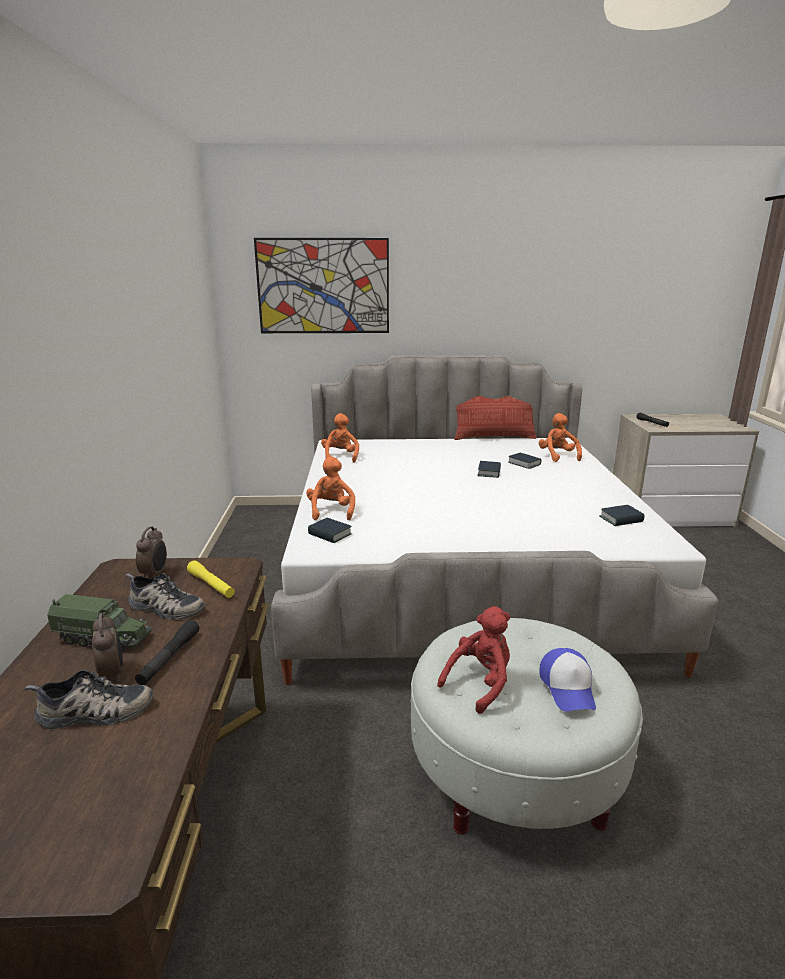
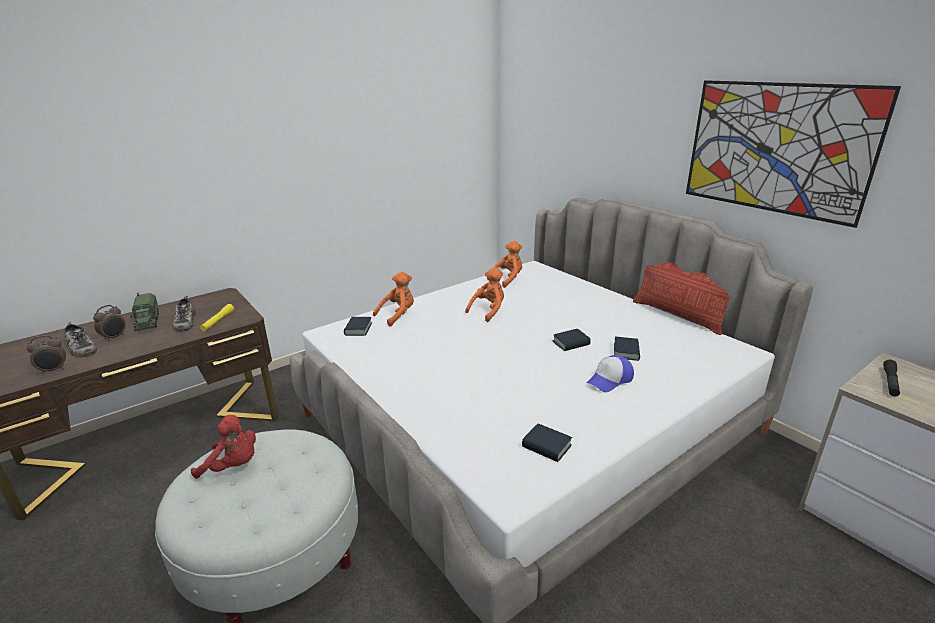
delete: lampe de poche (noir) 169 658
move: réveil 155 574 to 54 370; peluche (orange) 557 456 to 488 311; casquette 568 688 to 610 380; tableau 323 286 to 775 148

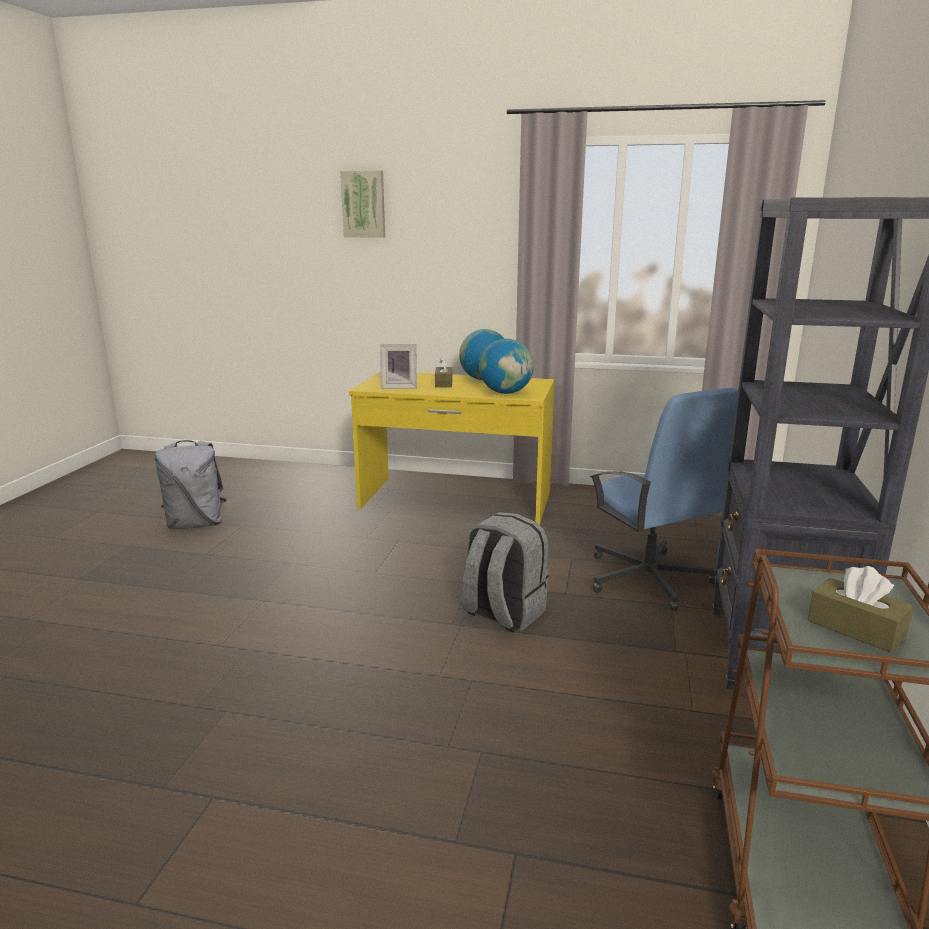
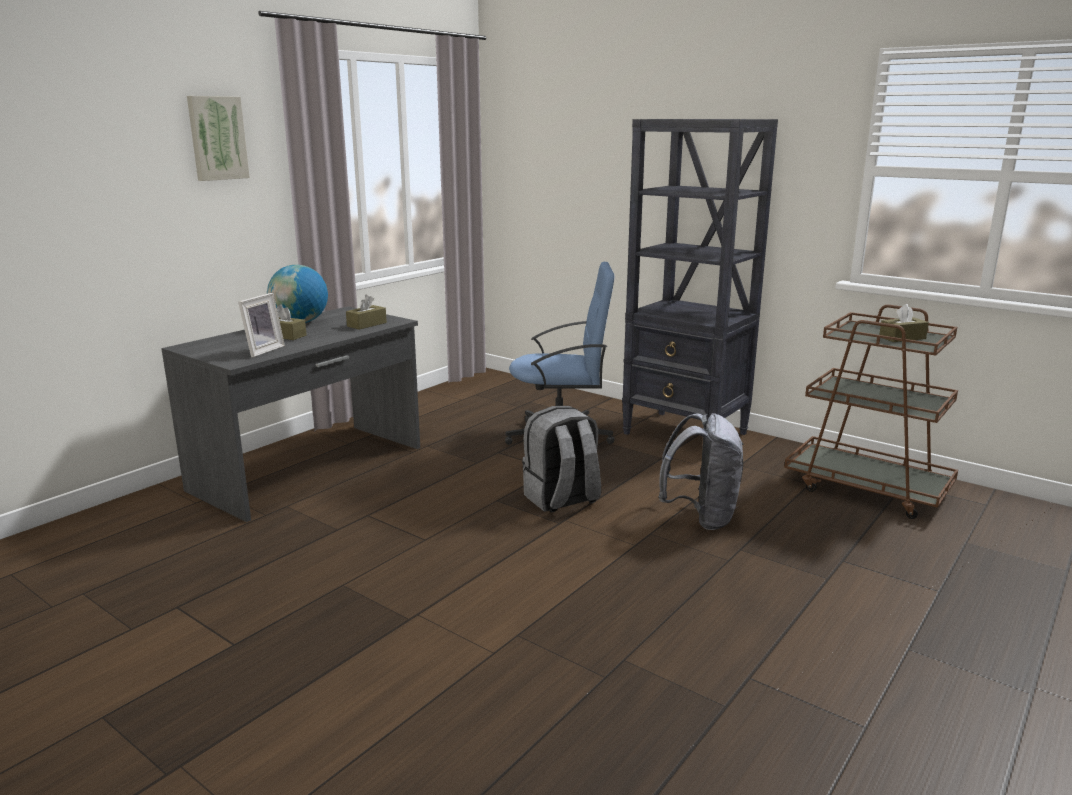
move: tableau 364 204 to 217 138; sac à dos (gris) 196 524 to 701 517
replace: globe 506 392 to boîte à mouchoirs (marron) 367 324
recolor: bureau (jaune) 455 500 to bureau (gris) 311 468

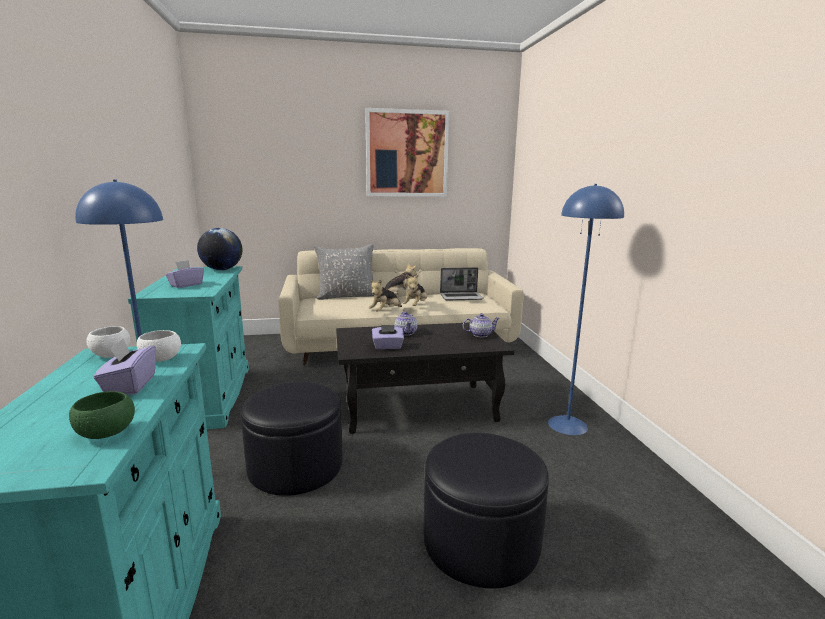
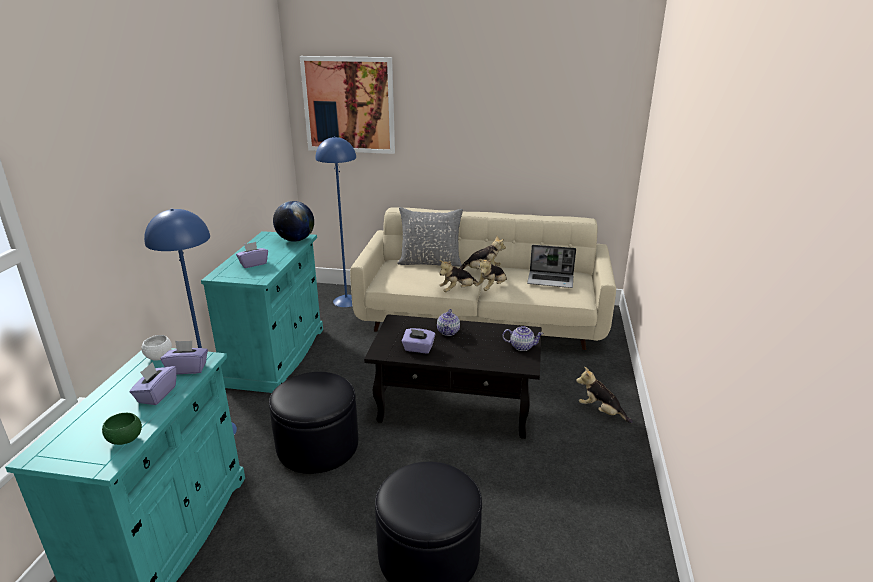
insert: peluche 601 412
move: tableau 407 154 to 349 105; lampadaire (bleu) 568 425 to 346 301
replace: bol (blanc) 161 359 to boîte à mouchoirs (violet) 188 368

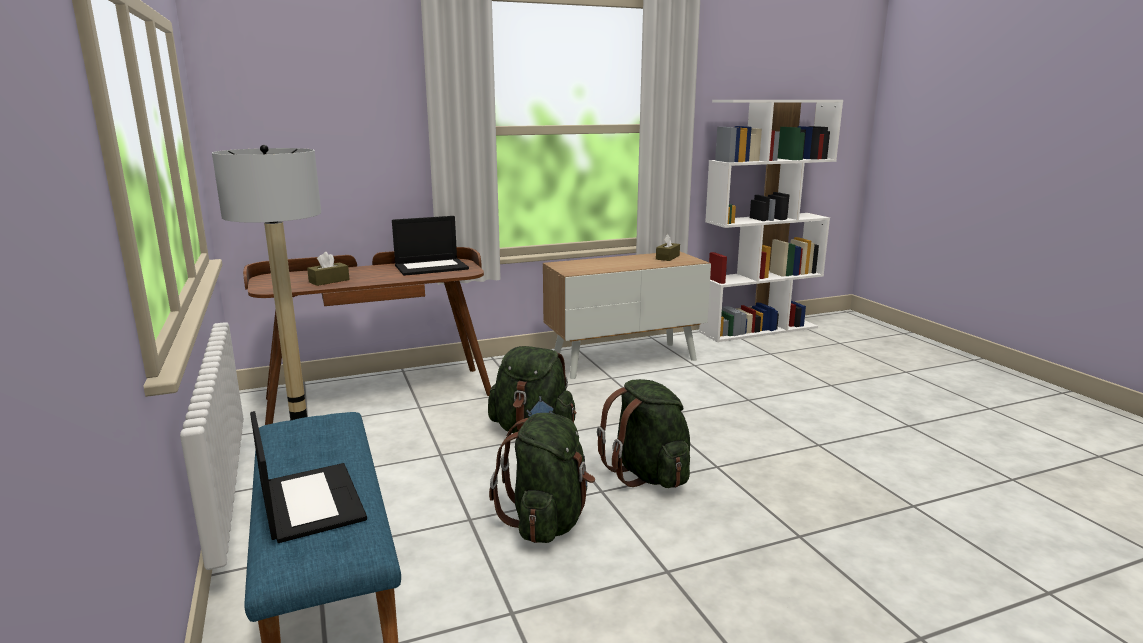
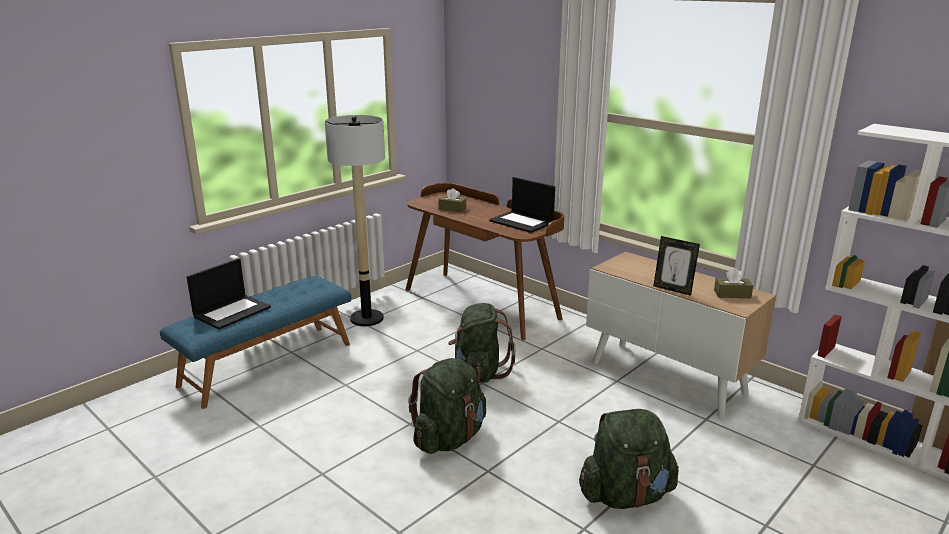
insert: cadre photo 673 289
move: sac à dos (vert) 547 521 to 626 495

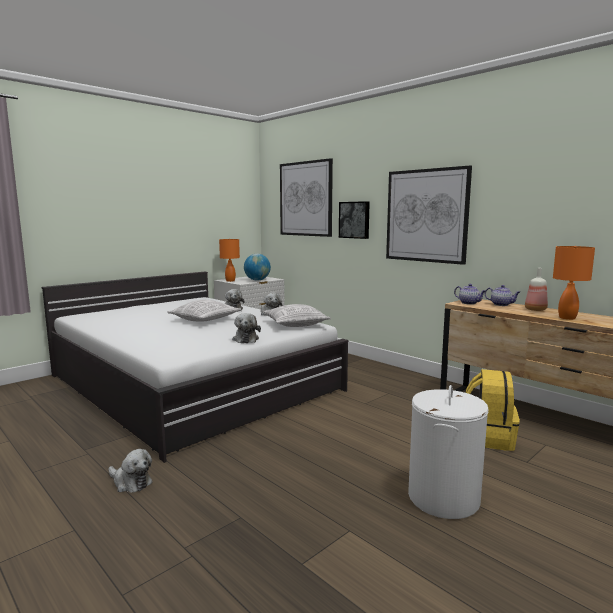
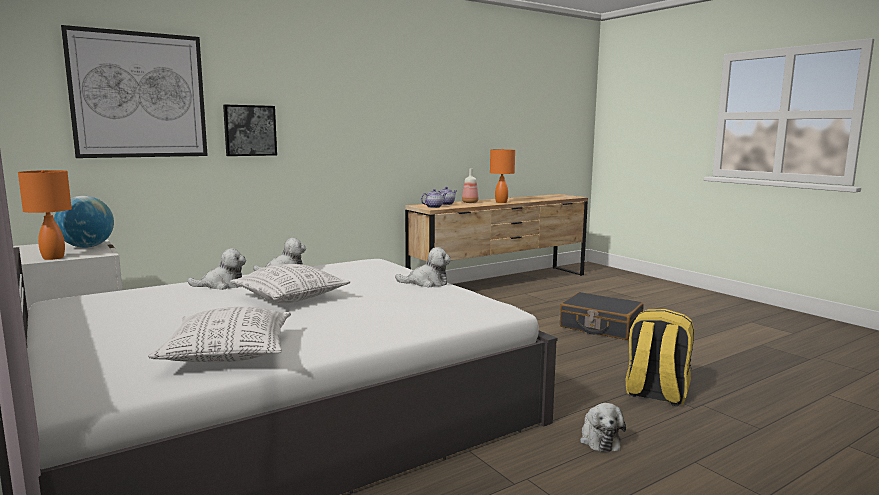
delete: tableau 426 215
move: coussin 296 324 to 229 353; sac à dos (jaune) 488 438 to 655 394
replace: panier à linge (blanc) 443 498 to valise (noir) 600 327
rotate: peluche 130 482 = 599 439 135 degrees clockwise

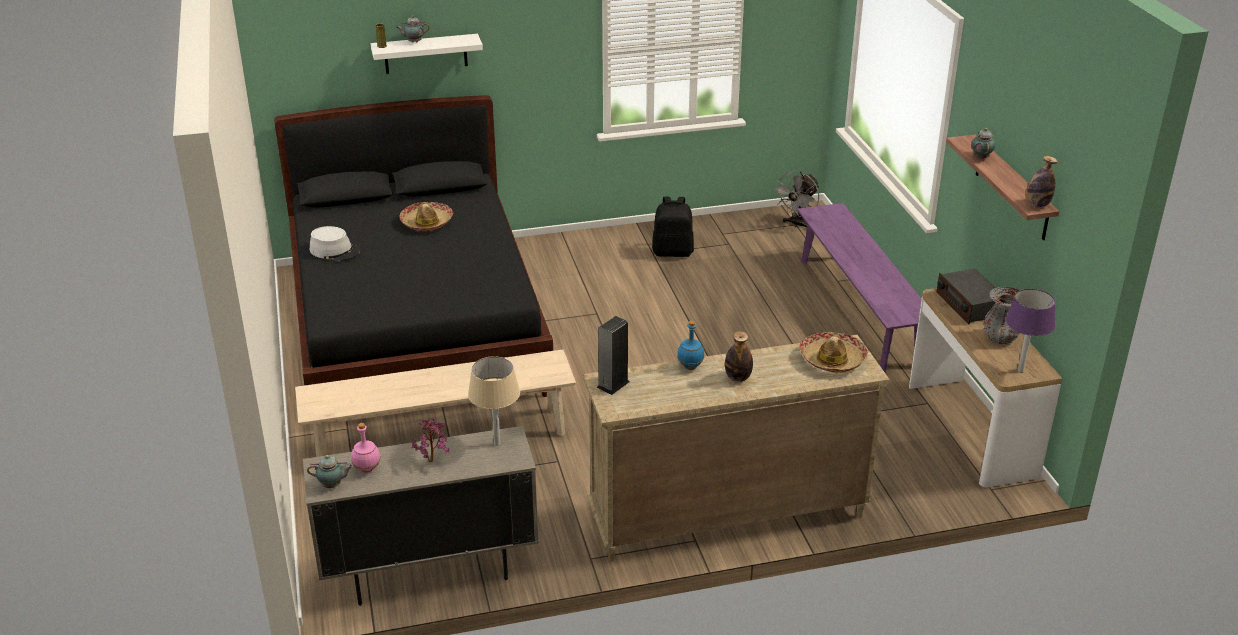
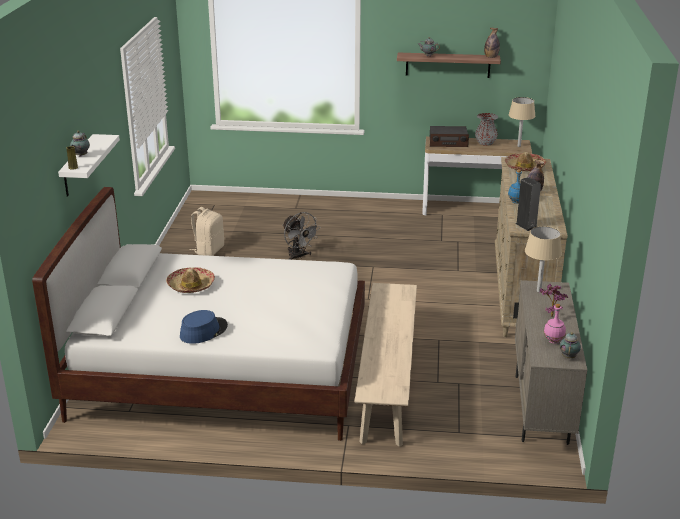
delete: banc (violet) 857 311
move: ventilateur (gris) 797 224 to 299 257
recolor: lit (noir) 416 327 to lit (blanc) 221 372; chapeau (gris) 335 251 to chapeau (bleu) 203 331; sac à dos (noir) 673 252 to sac à dos (beige) 208 251; lampe de table (violet) 1020 370 to lampe de table (beige) 519 146

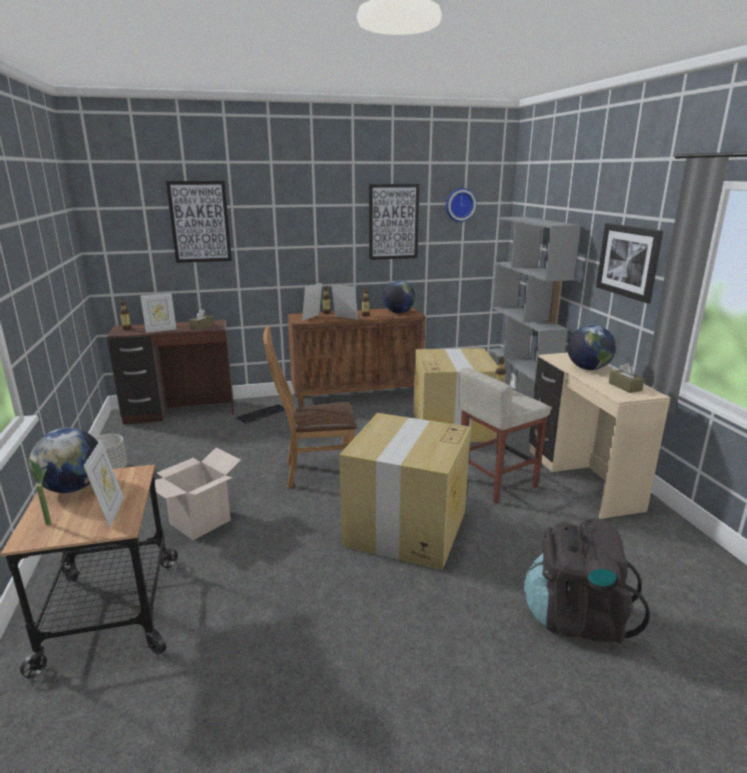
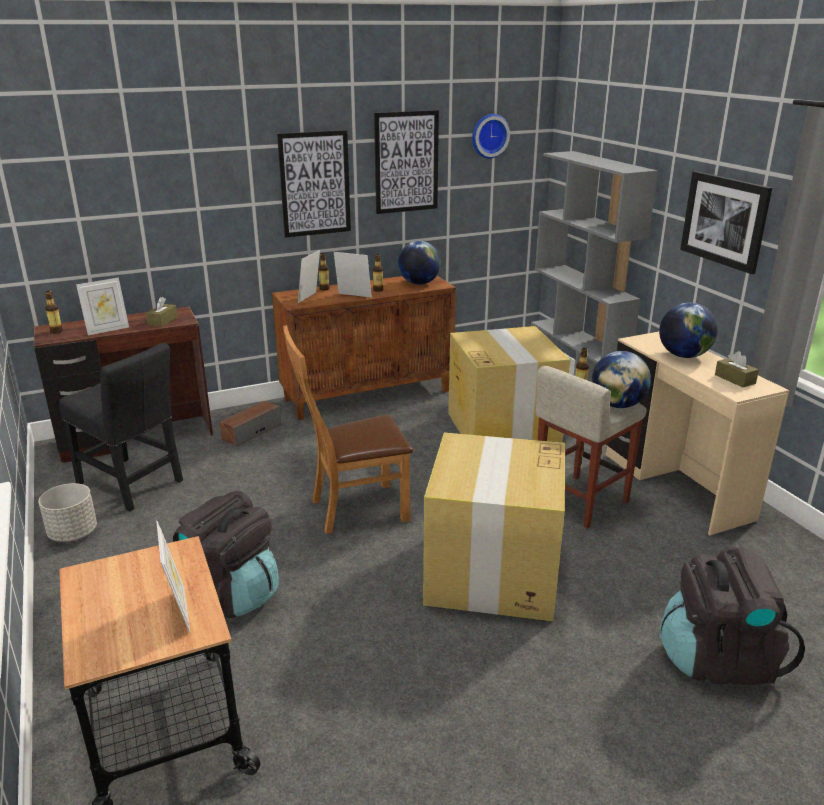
delete: plante en pot 48 521
insert: chaise (noir) 132 484
move: tableau 200 222 to 315 184; globe 73 488 to 617 405
replace: carton 200 522 to sac à dos (noir) 230 593; clavier 262 414 to enceinte 251 432

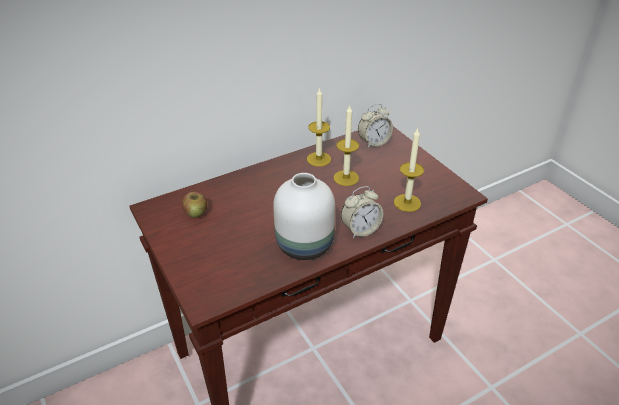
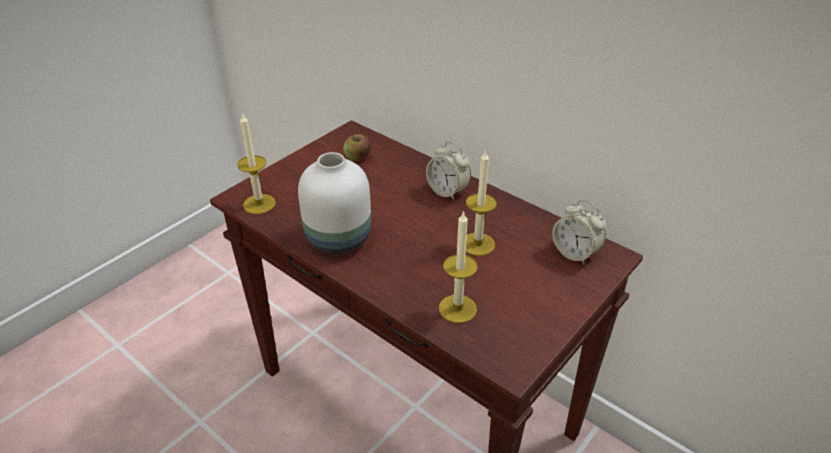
move: bougie 319 159 to 259 204; réveil 360 230 to 447 191

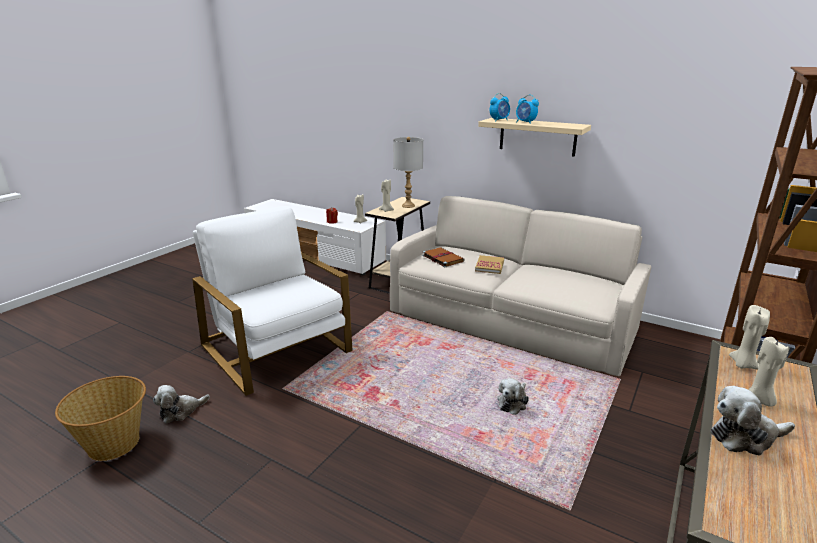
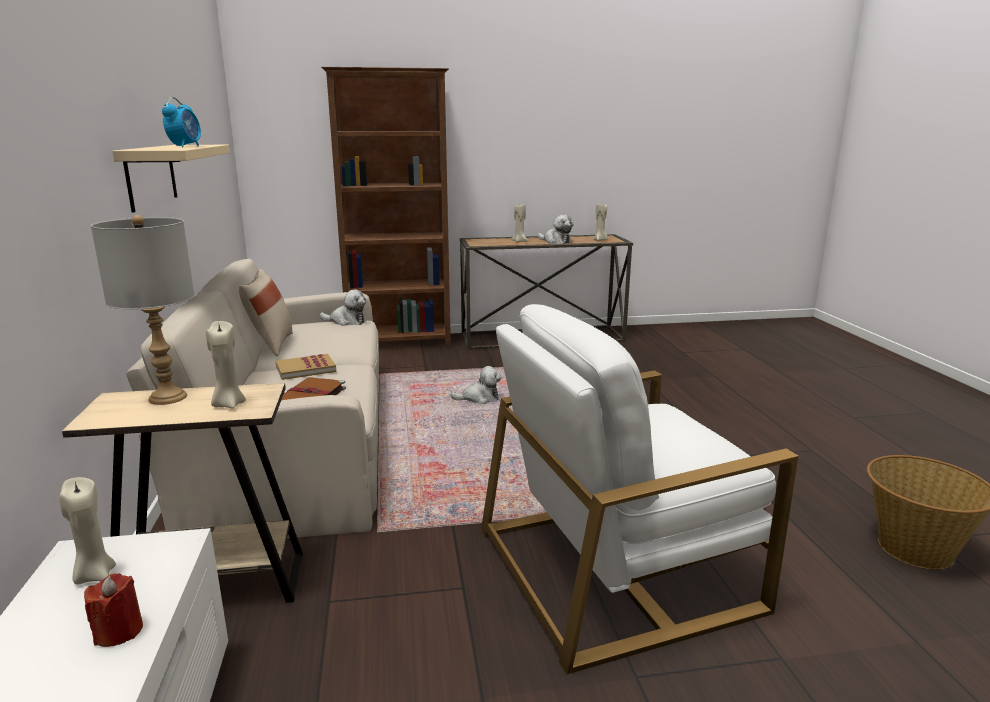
delete: réveil 499 120
insert: coussin (beige) 271 345
move: peluche 181 411 to 346 322; bougie (beige) 742 364 to 600 240
rotate: fauteuil (blanc) 278 348 = 615 565 60 degrees clockwise

